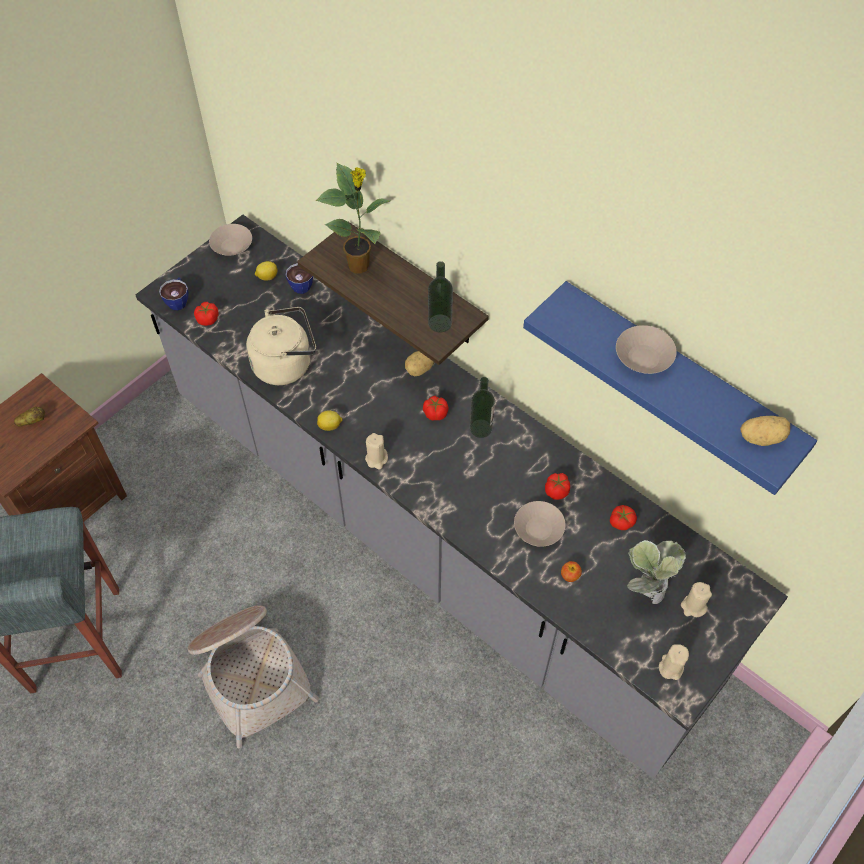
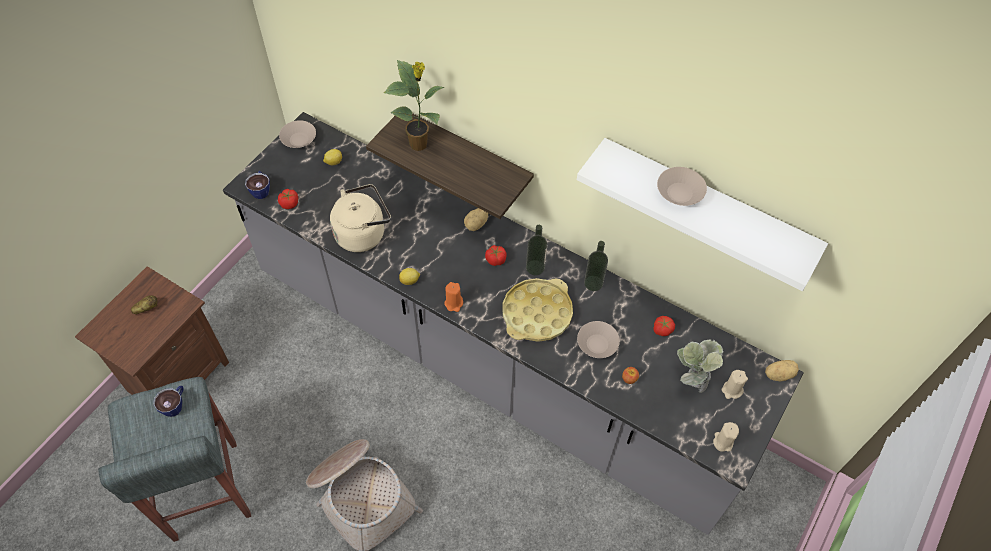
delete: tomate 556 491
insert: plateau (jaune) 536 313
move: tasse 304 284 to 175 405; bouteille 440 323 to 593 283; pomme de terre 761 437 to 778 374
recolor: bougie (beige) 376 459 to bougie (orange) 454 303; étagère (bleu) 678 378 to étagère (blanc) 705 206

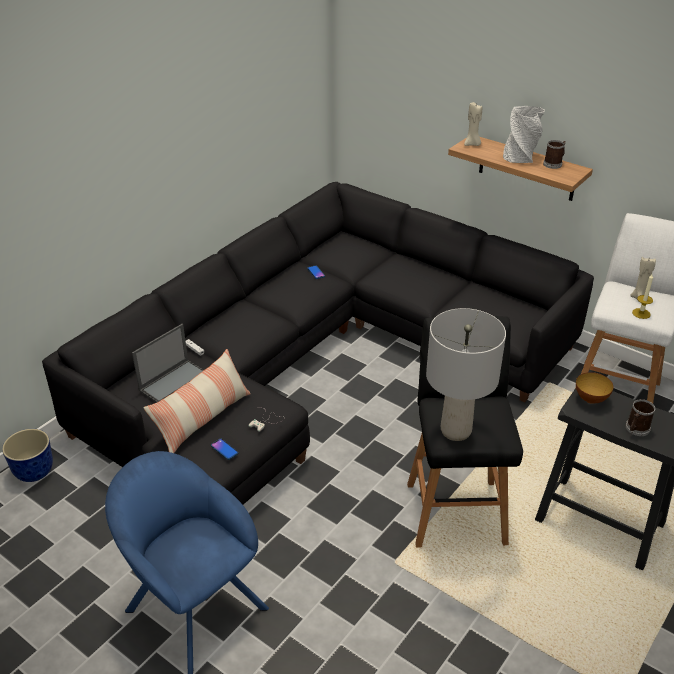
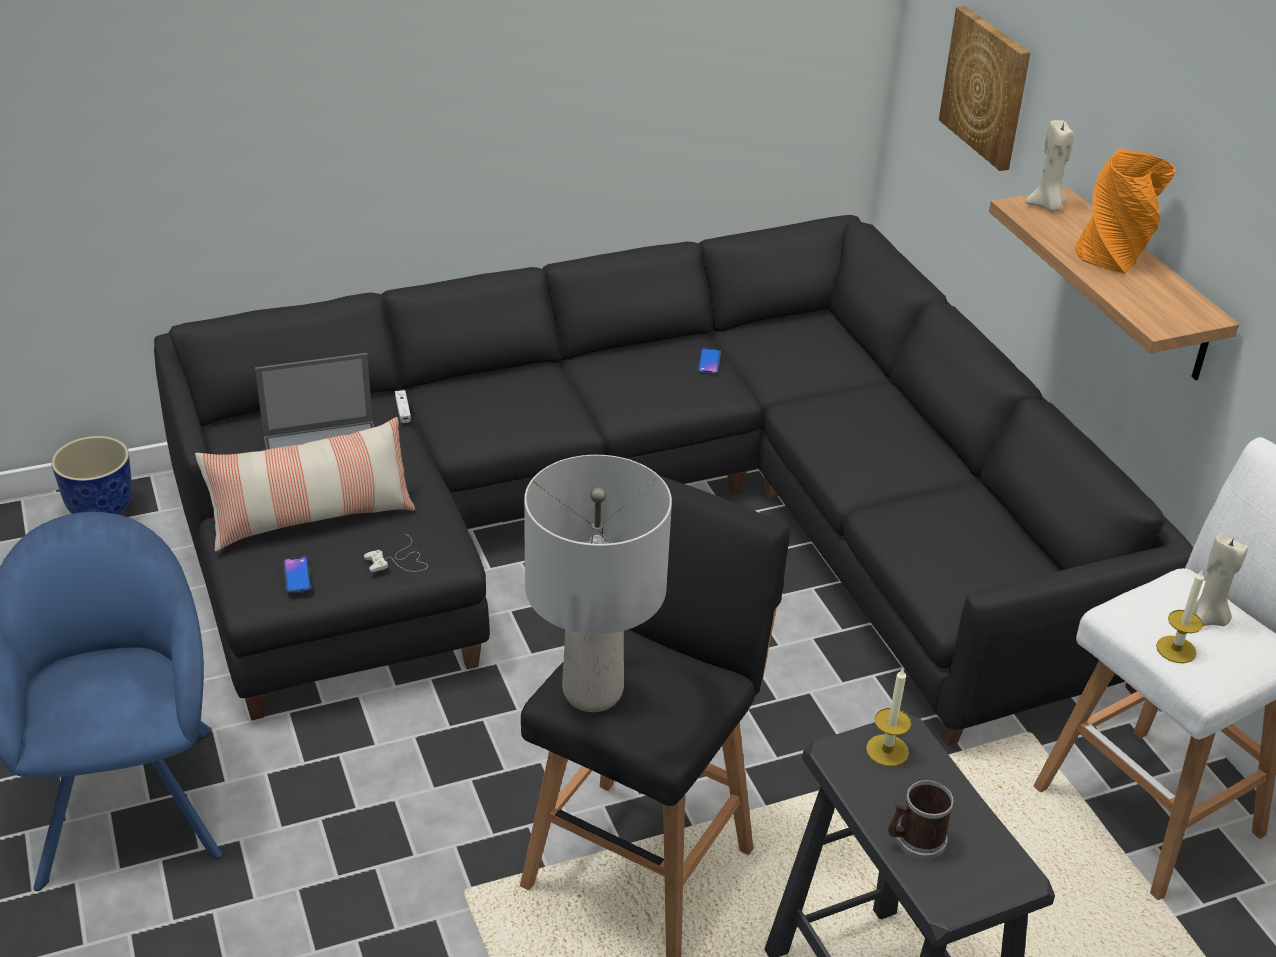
delete: mug 554 164
insert: tableau 987 87
replace: bol 590 399 to bougie 887 750
recolor: vase (gris) 520 157 to vase (orange) 1113 257

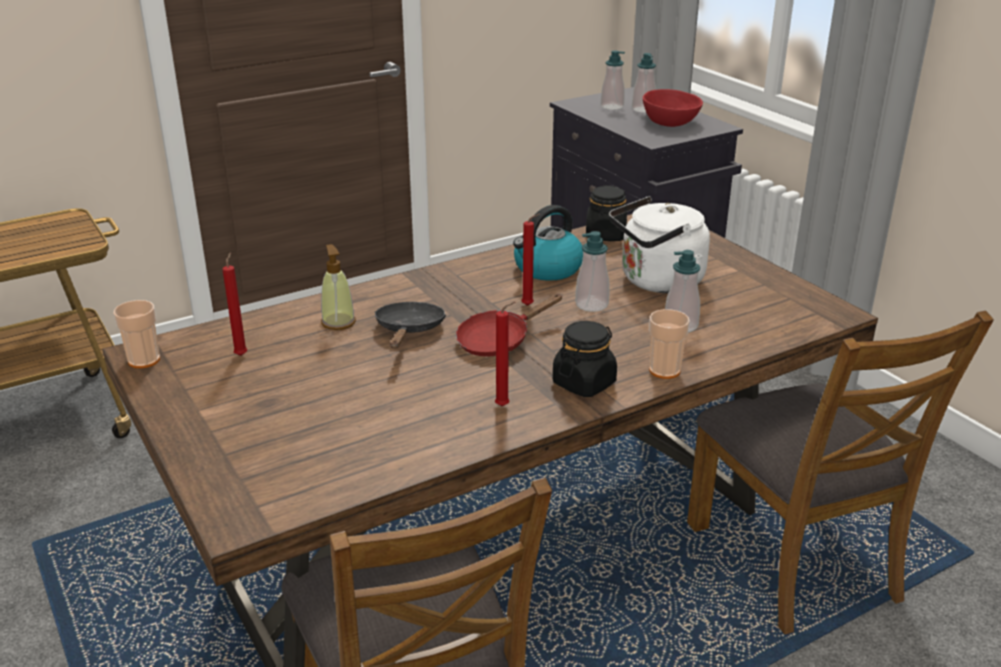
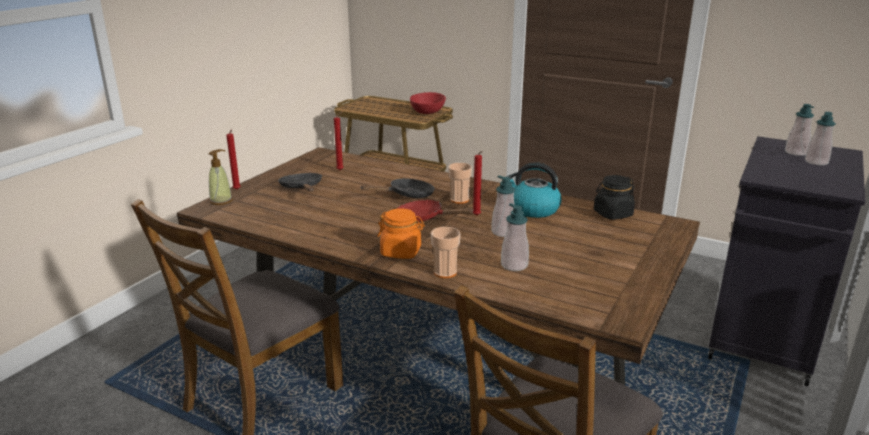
delete: bouilloire (blanc) 657 282
insert: poêle (noir) 302 188
move: distributeur de savon 338 322 to 221 201; bougie (rouge) 504 406 to 237 190; bol (rouge) 669 122 to 427 112; tasse 144 360 to 459 200
recolor: bocal (noir) 584 383 to bocal (orange) 401 252

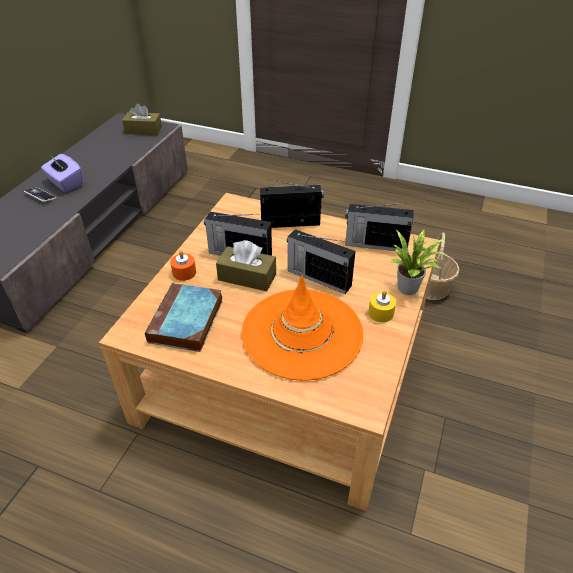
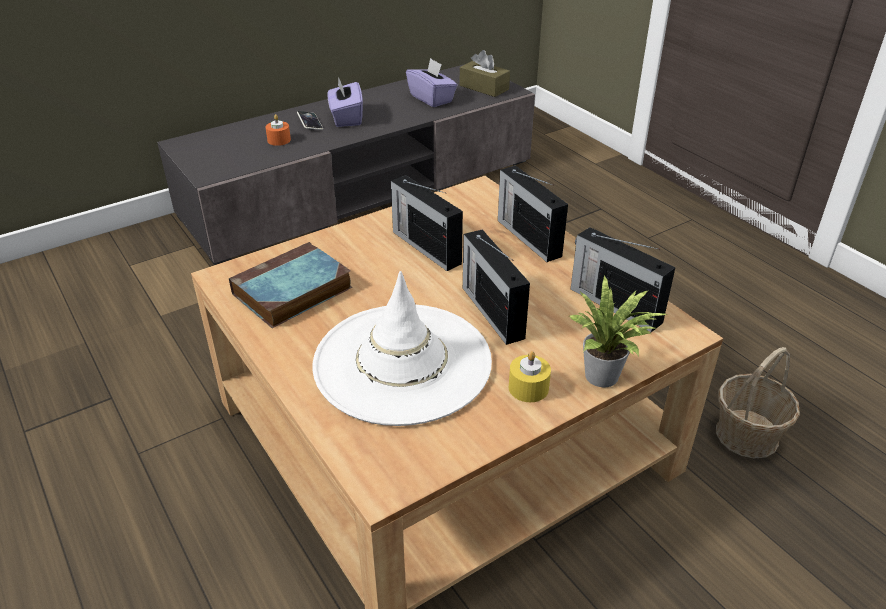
delete: boîte à mouchoirs (marron) 247 277
insert: boîte à mouchoirs (violet) 432 98
move: bougie (orange) 184 272 to 279 140
recolor: chapeau (orange) 302 333 to chapeau (blanc) 402 363
rotate: radio 291 223 = 528 237 150 degrees counterclockwise

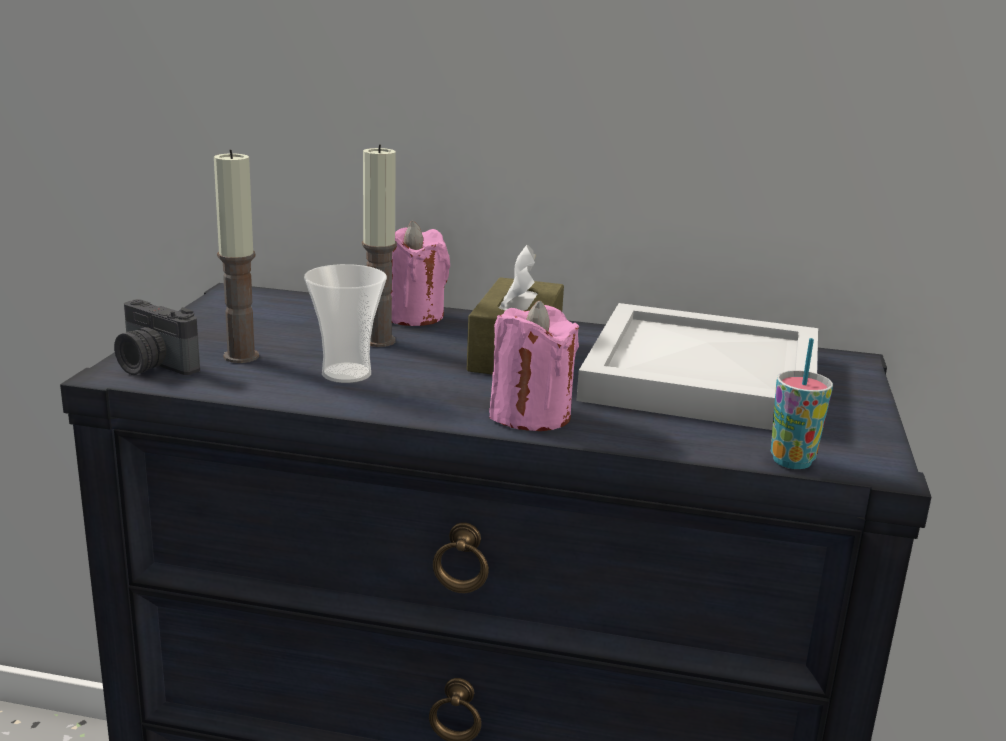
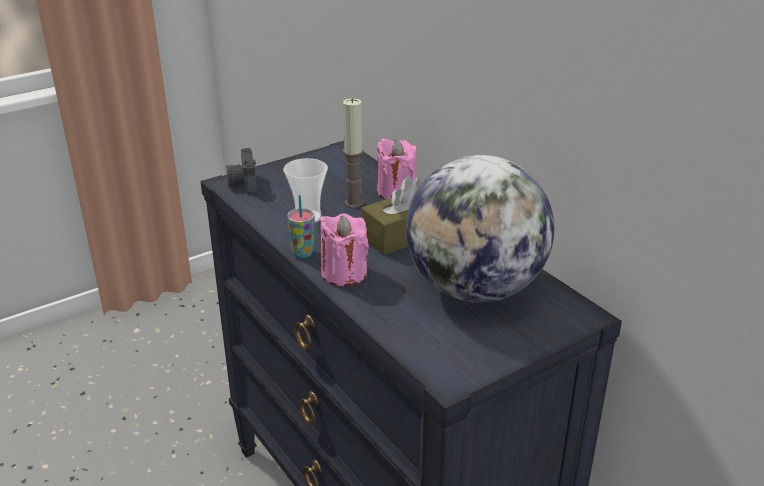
delete: bougie 241 356
move: tasse 792 461 to 303 253
replace: plateau (blanc) 706 376 to globe 475 289

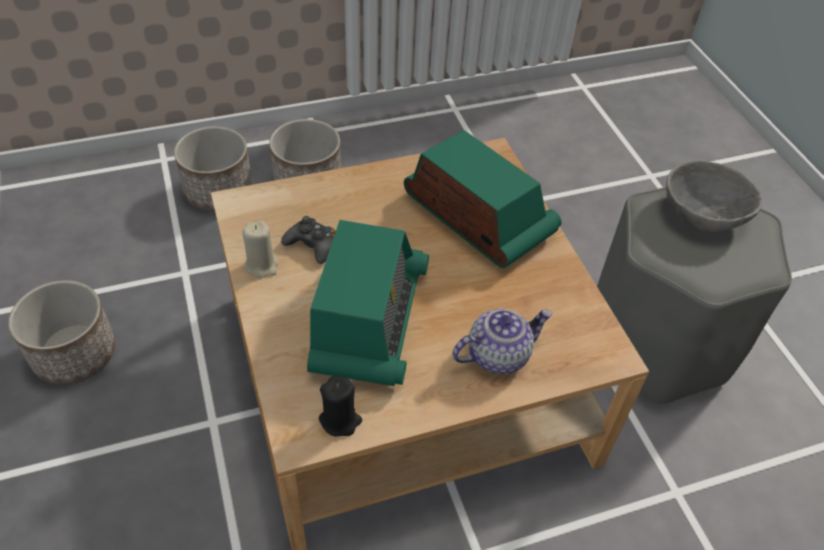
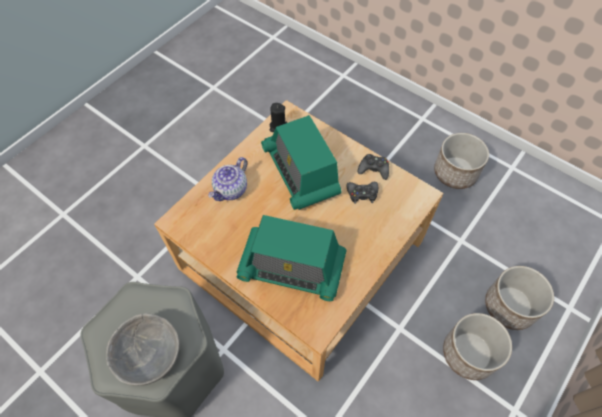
replace: bougie (beige) 262 265 to manette (noir) 374 169

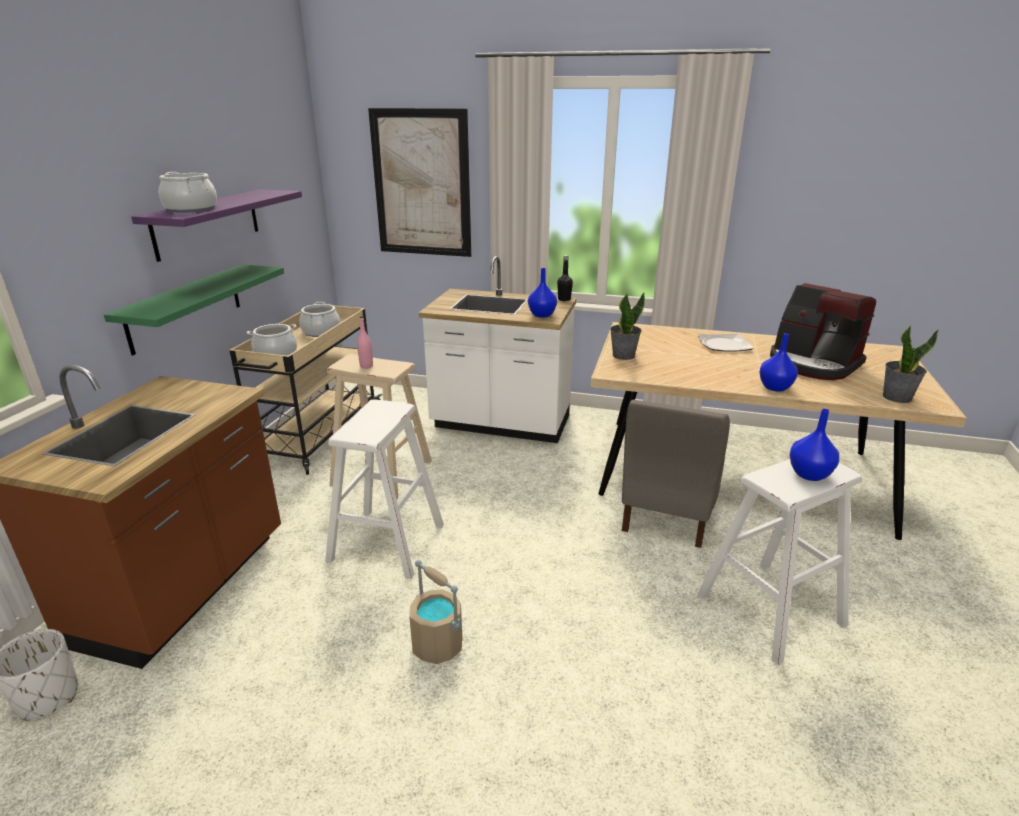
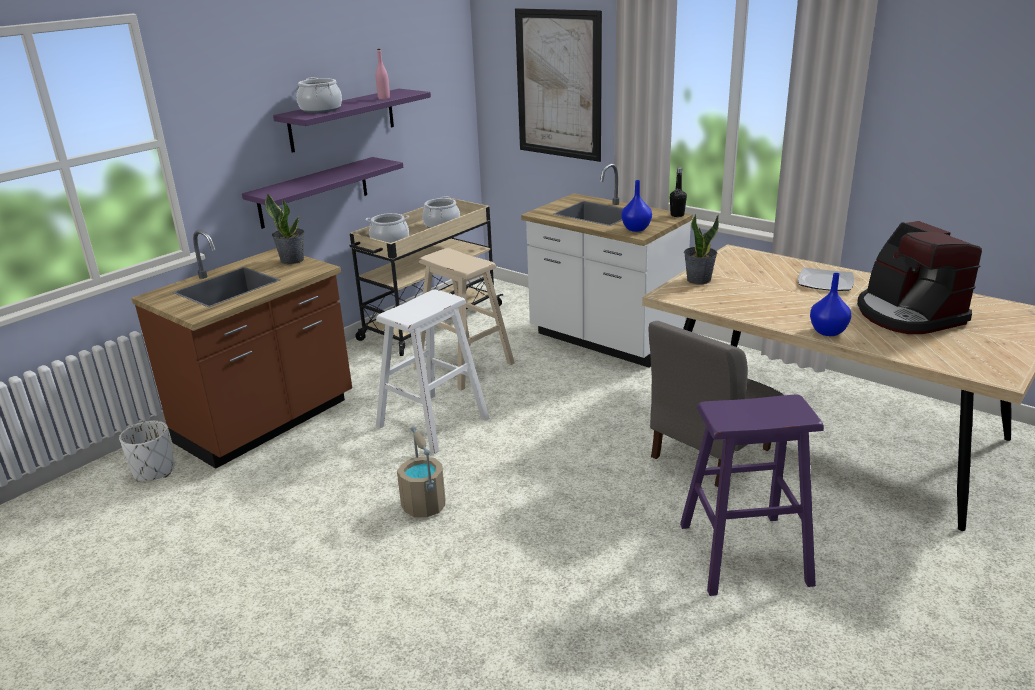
delete: vase (bleu) 809 474
move: plante en pot 896 397 to 292 260; bouteille (rose) 366 366 to 384 98
recolor: étagère (vert) 185 307 to étagère (violet) 314 192; tabouret (blanc) 770 609 to tabouret (violet) 744 553

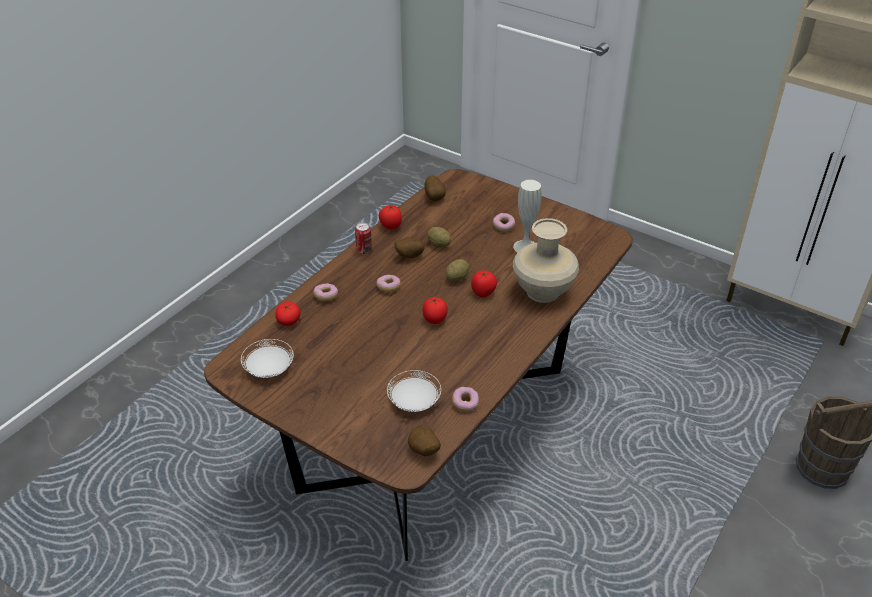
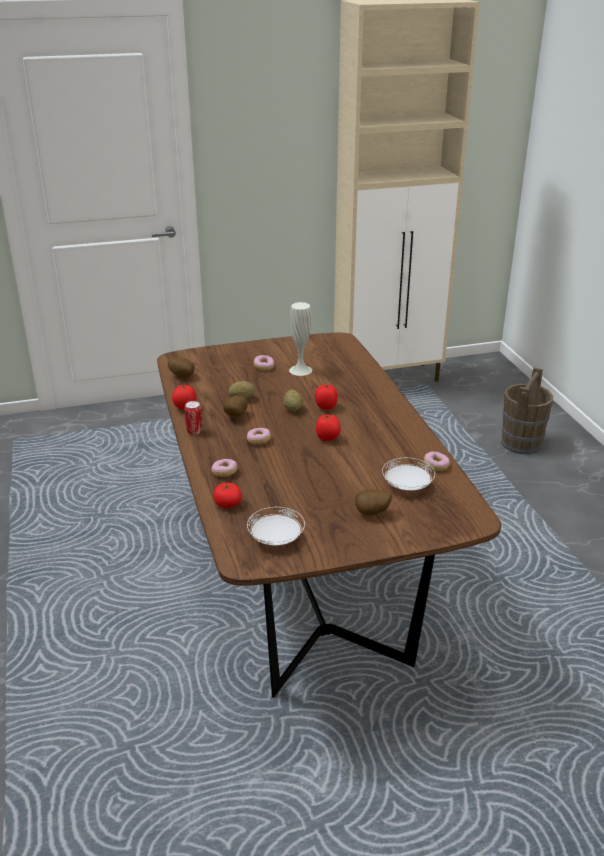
delete: vase (beige) 542 291
move: pomme de terre 423 451 to 372 514

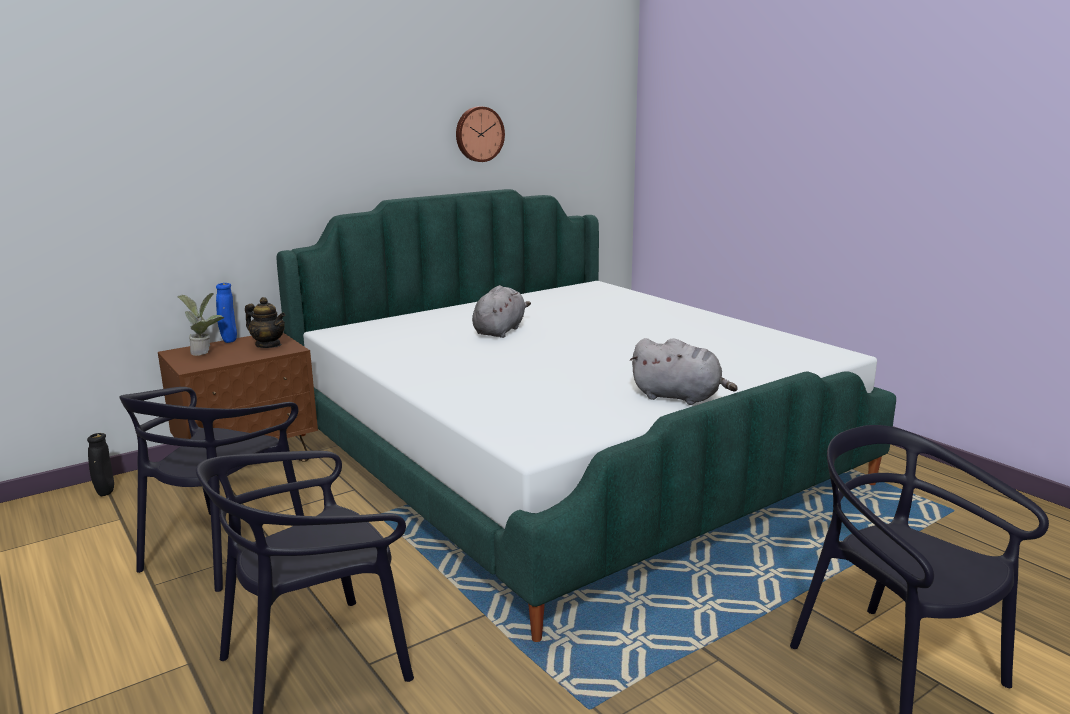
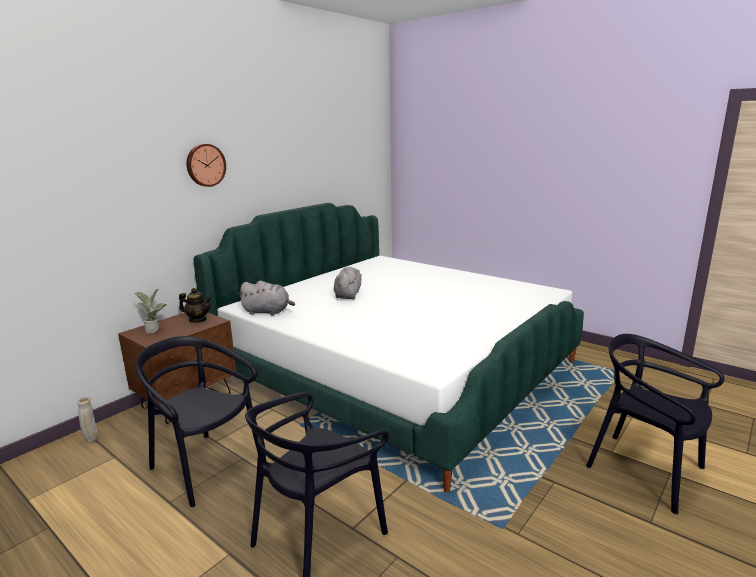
delete: vase (bleu) 229 341
move: horloge murale 478 134 to 205 165; peluche (gris) 679 397 to 268 312
recolor: vase (noir) 105 493 to vase (beige) 91 440
rotate: chaise (noir) 222 548 = 205 466 120 degrees clockwise

